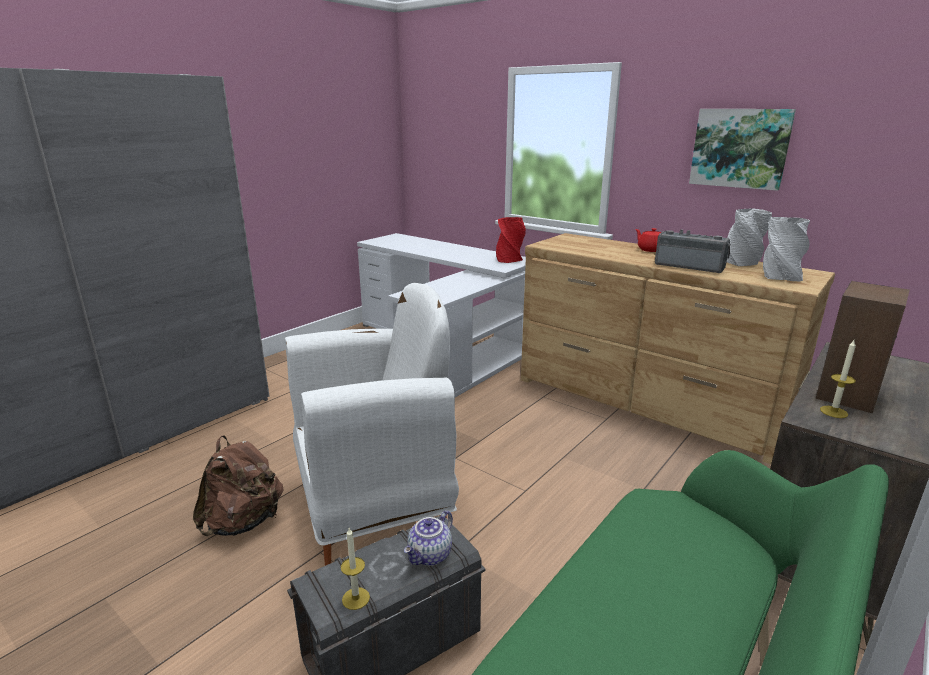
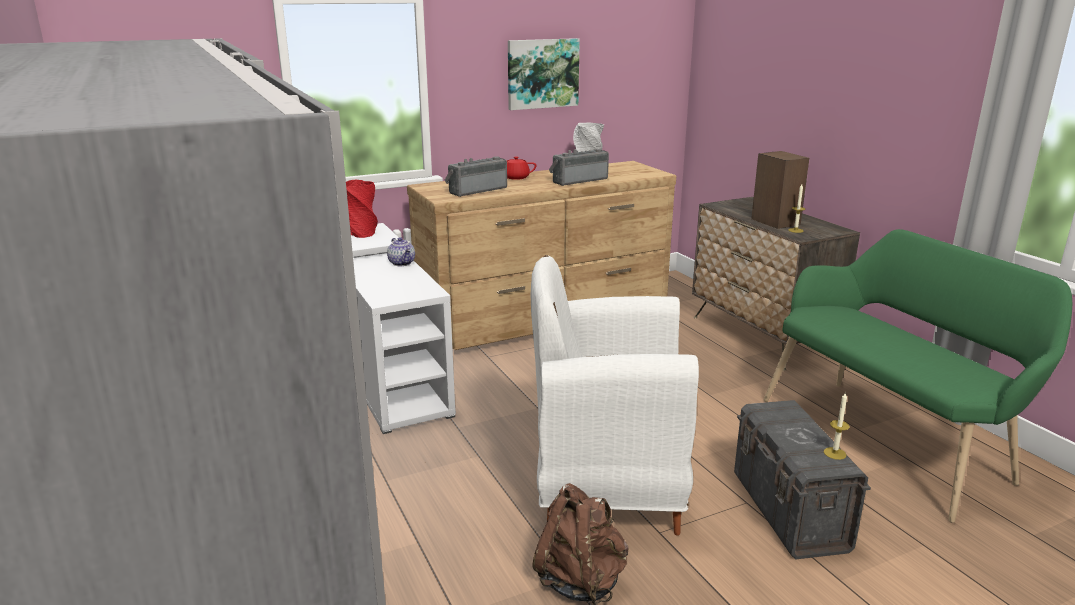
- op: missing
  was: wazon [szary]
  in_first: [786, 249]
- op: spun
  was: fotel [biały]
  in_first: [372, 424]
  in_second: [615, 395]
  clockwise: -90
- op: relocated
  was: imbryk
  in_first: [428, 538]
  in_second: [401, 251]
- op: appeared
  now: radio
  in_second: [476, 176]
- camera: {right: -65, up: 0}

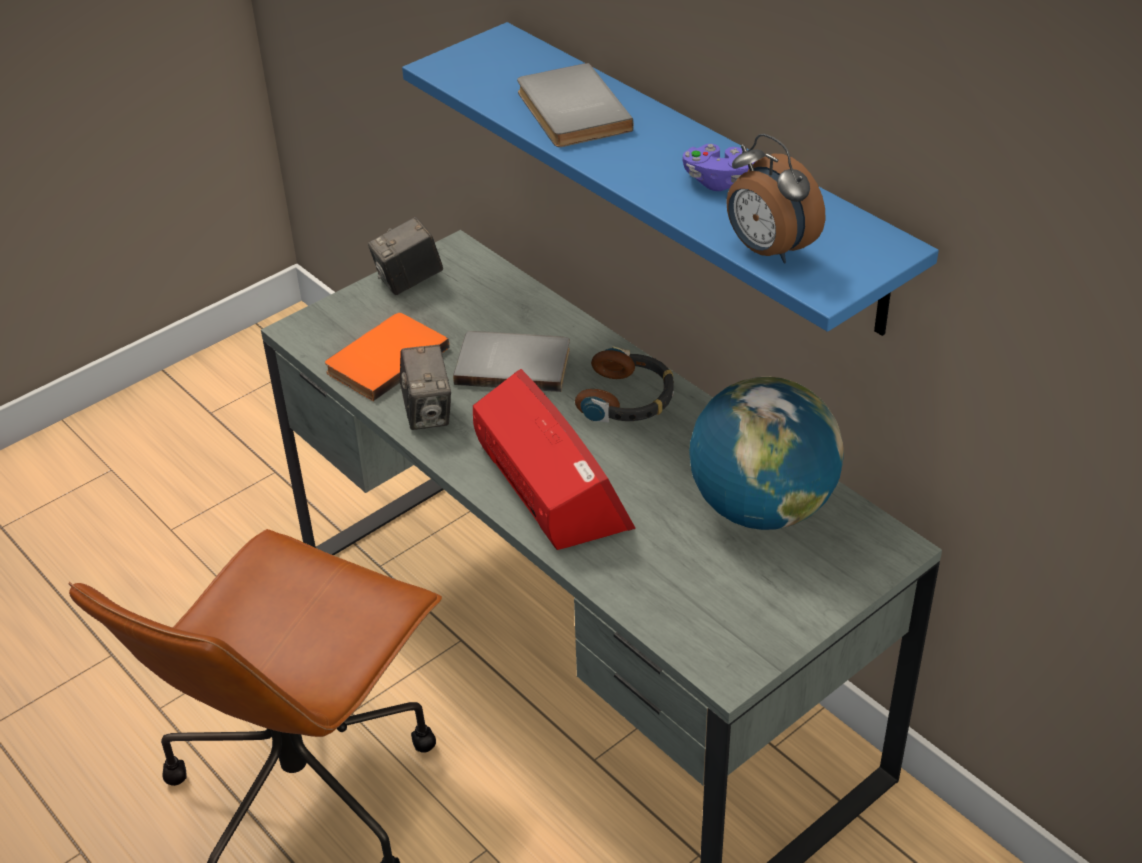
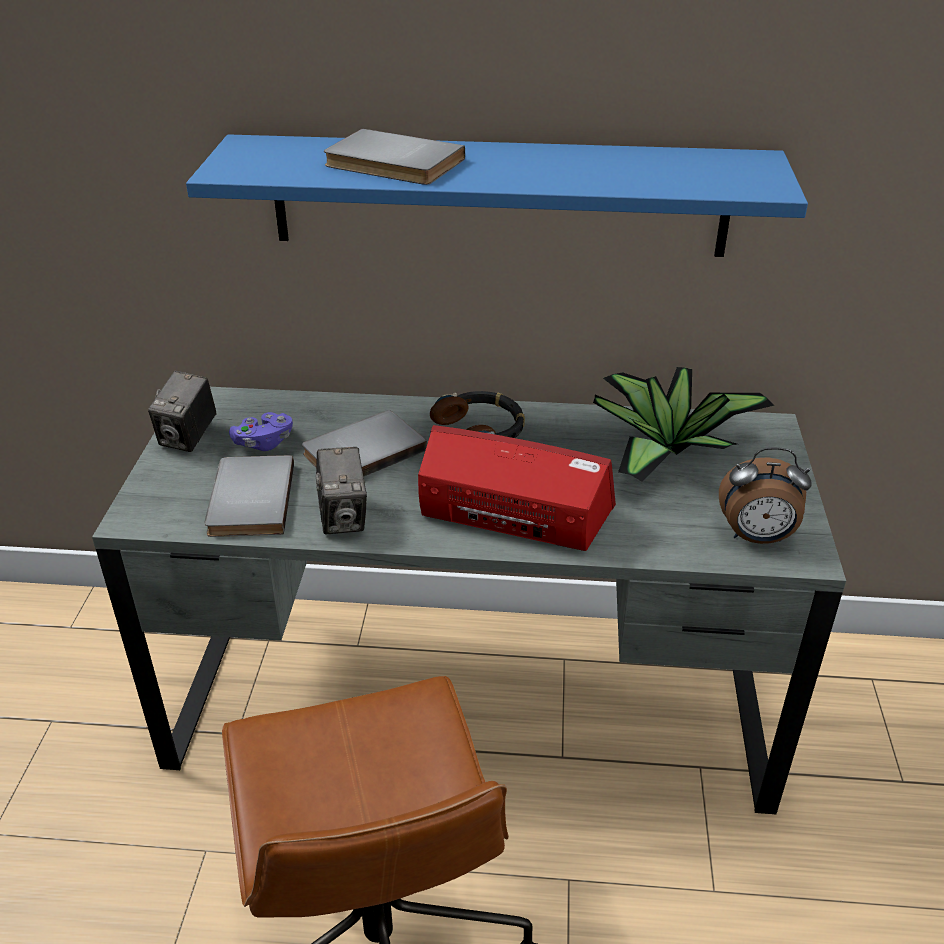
- op: relocated
  was: budzik
  in_first: [775, 199]
  in_second: [765, 495]
- op: relocated
  was: pad do gier [fioletowy]
  in_first: [719, 167]
  in_second: [261, 431]
- op: colour
  was: książka [pomarańczowy]
  now: książka [szary]
  in_first: [387, 357]
  in_second: [249, 496]
- op: spun
  was: aparat fotograficzny
  in_first: [425, 387]
  in_second: [341, 490]
  clockwise: 45
- op: exchanged
  was: globus
  now: roślina doniczkowa
  in_first: [766, 453]
  in_second: [683, 424]
- camera: {right: -45, up: -5}

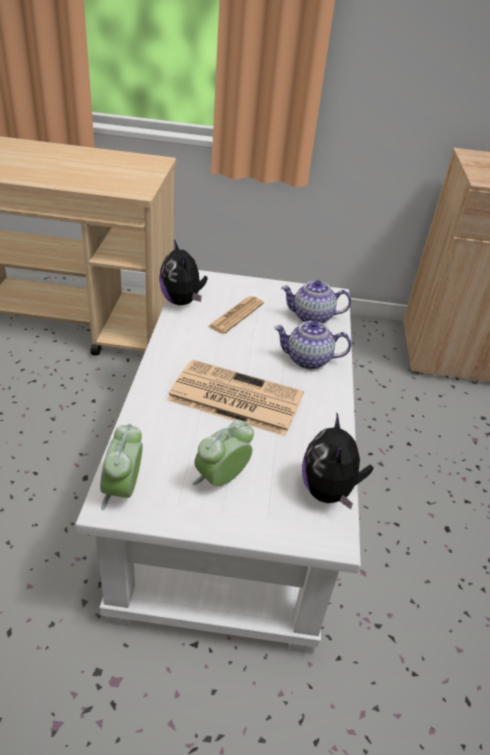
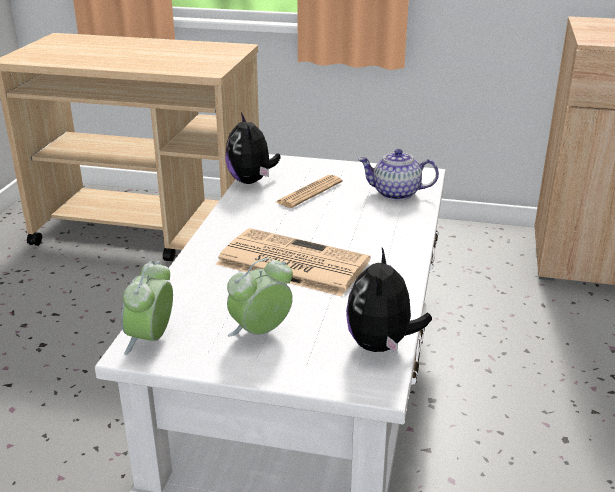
- op: missing
  was: imbryk
  in_first: [312, 345]
- camera: {right: 10, up: -10}

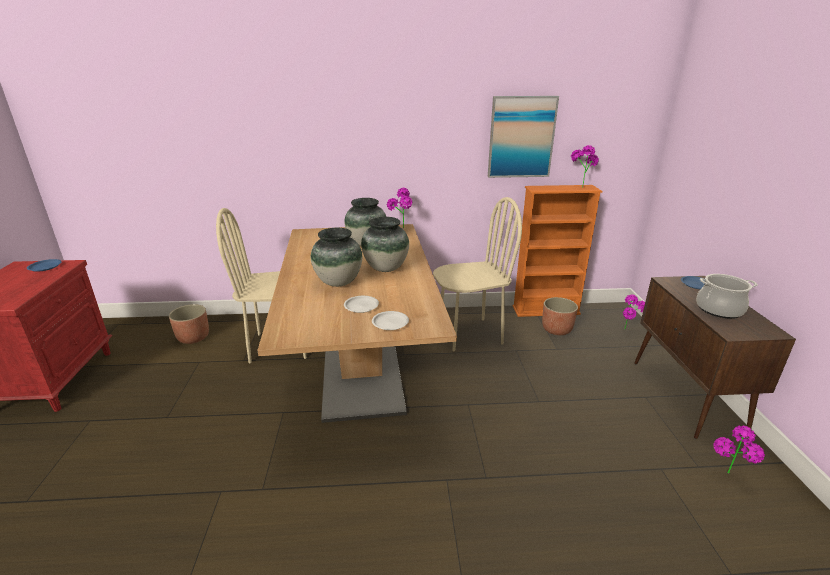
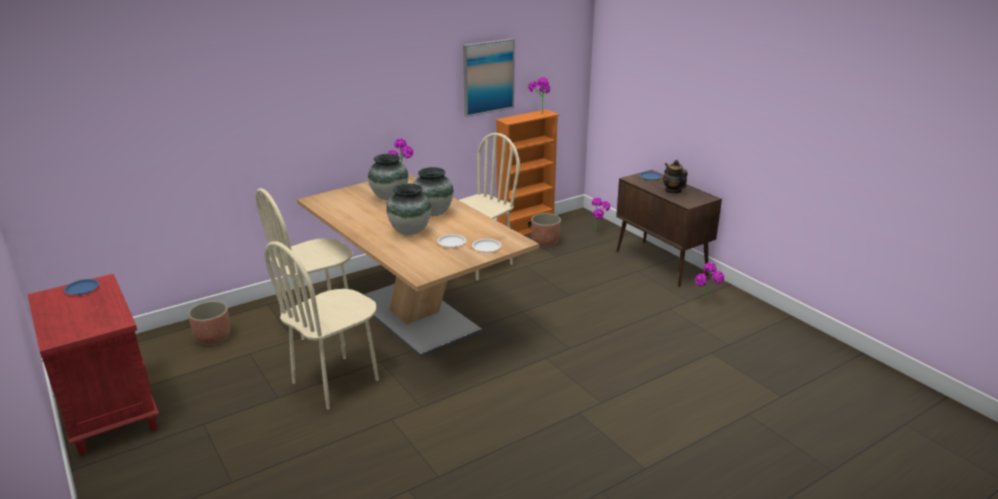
- op: exchanged
  was: garnek
  now: imbryk
  in_first: [727, 296]
  in_second: [675, 177]
- op: appeared
  now: krzesło [beżowy]
  in_second: [322, 325]
- camera: {right: -30, up: 0}

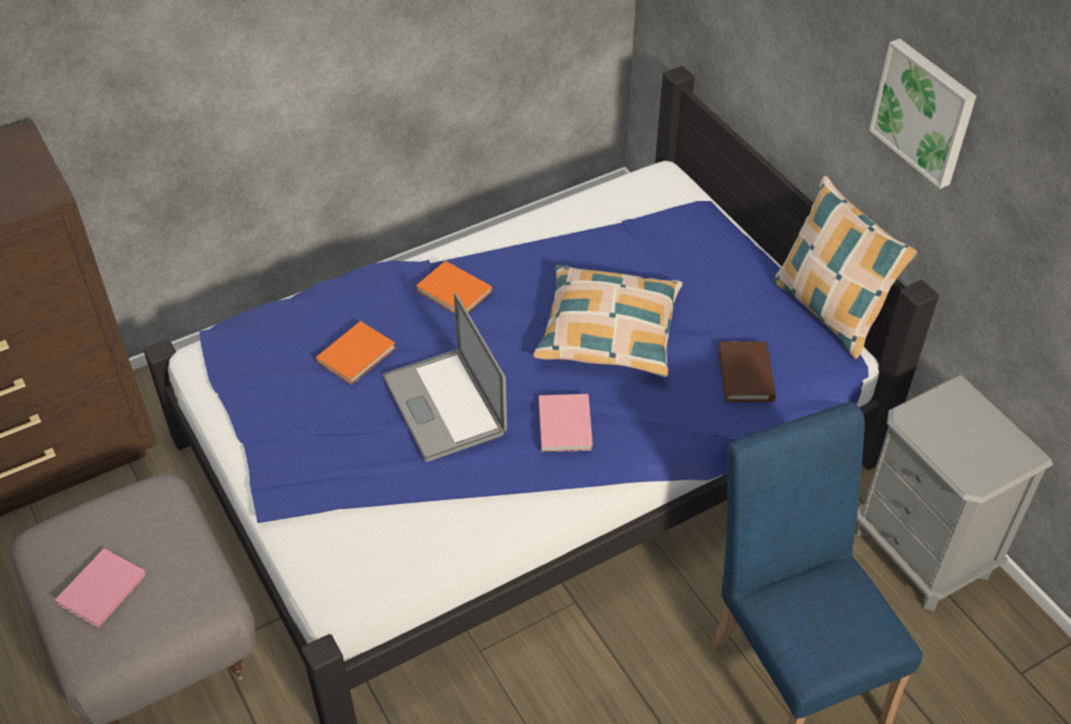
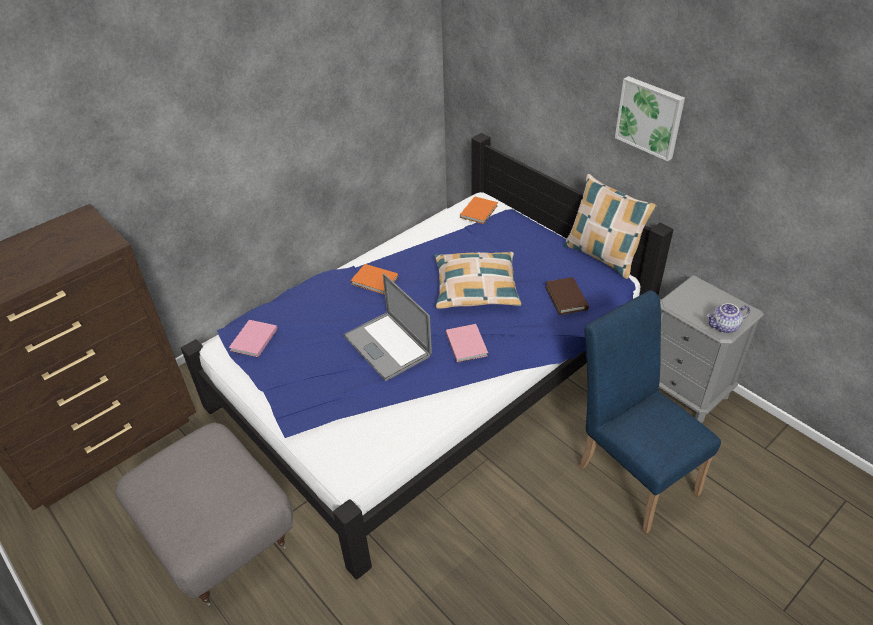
- op: relocated
  was: książka [pomarańczowy]
  in_first: [356, 353]
  in_second: [479, 210]
- op: relocated
  was: książka [różowy]
  in_first: [100, 588]
  in_second: [253, 338]
- op: appeared
  now: imbryk
  in_second: [728, 318]
- camera: {right: -10, up: -5}

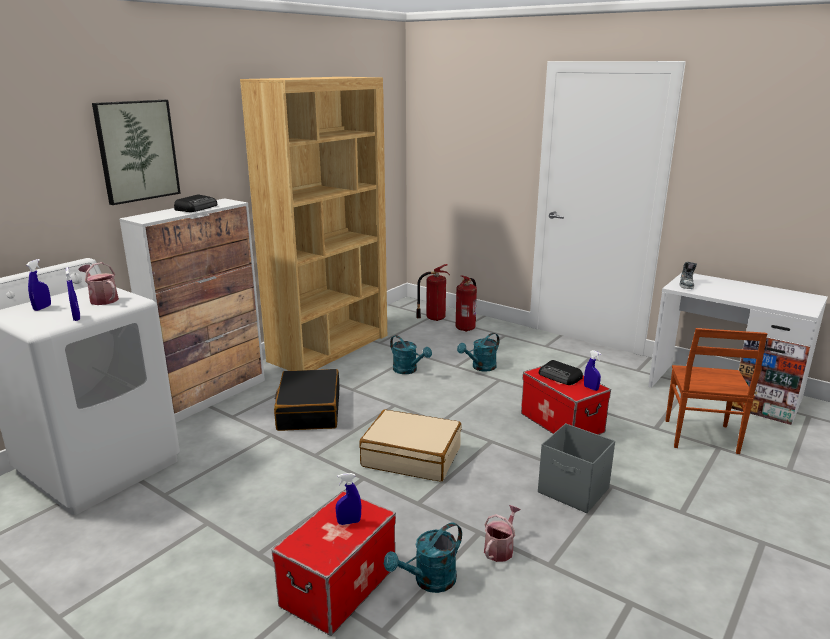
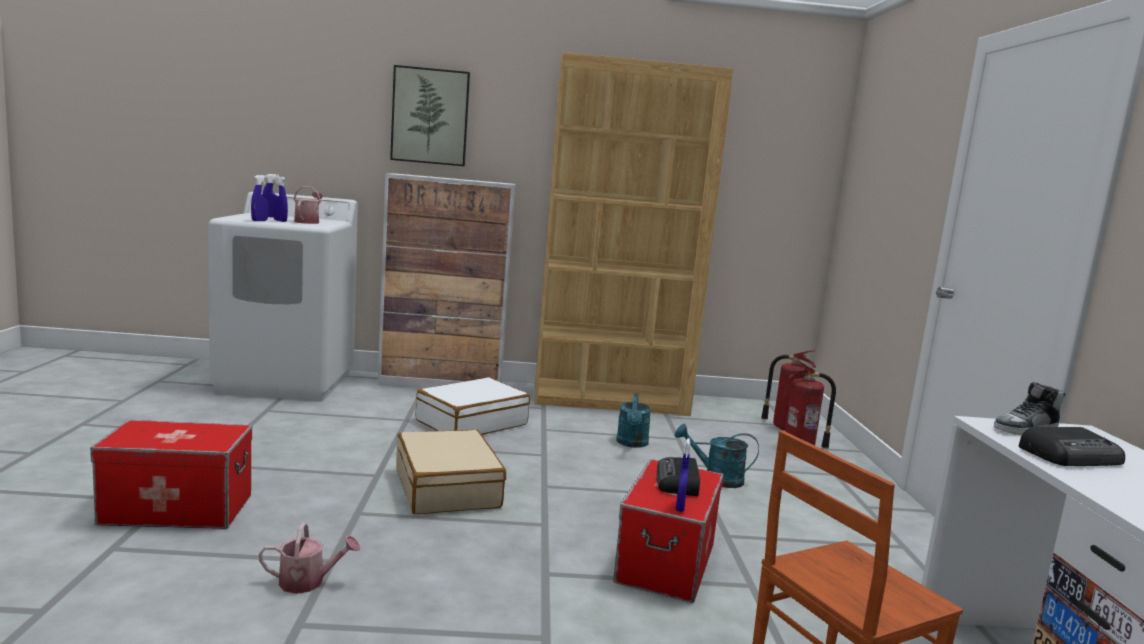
- op: relocated
  was: radio
  in_first: [196, 203]
  in_second: [1072, 446]
- op: colour
  was: walizka [czarny]
  now: walizka [biały]
  in_first: [306, 400]
  in_second: [473, 406]
- op: missing
  was: pojemnik do przechowywania [szary]
  in_first: [576, 468]
- op: relocated
  was: spryskiwacz [niebieski]
  in_first: [348, 499]
  in_second: [280, 199]
- op: missing
  was: konewka [turkusowy]
  in_first: [423, 557]
- camera: {right: 50, up: -10}

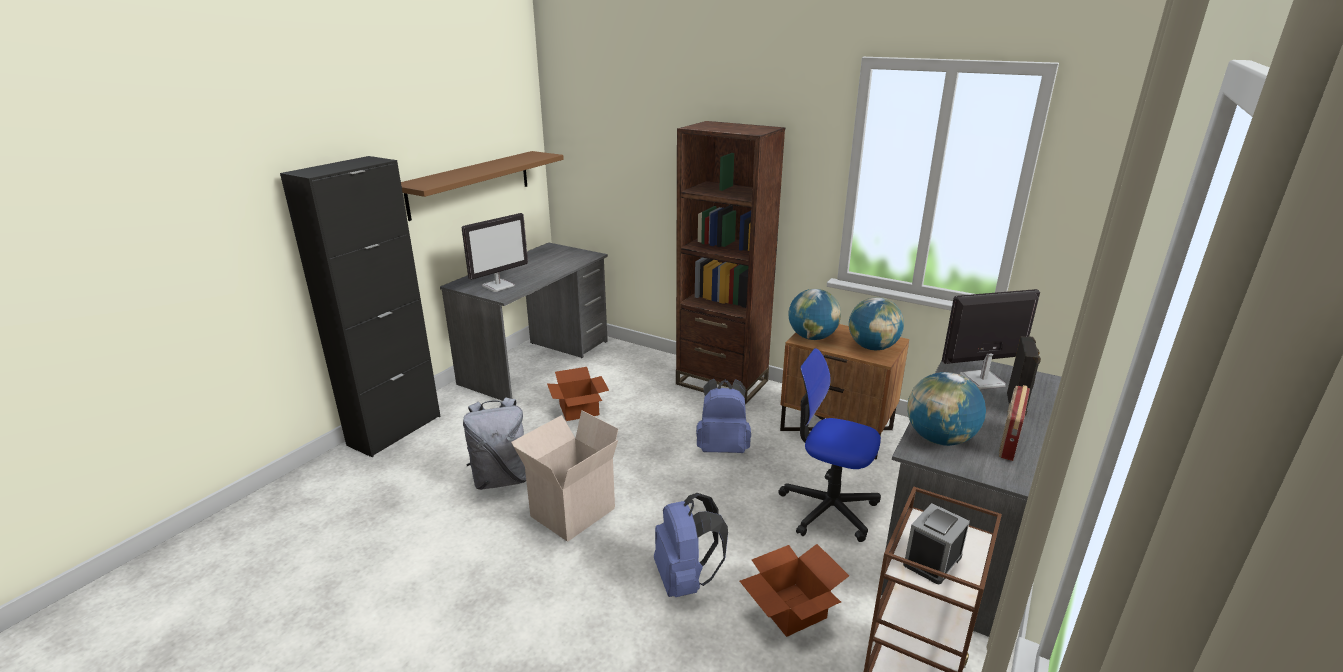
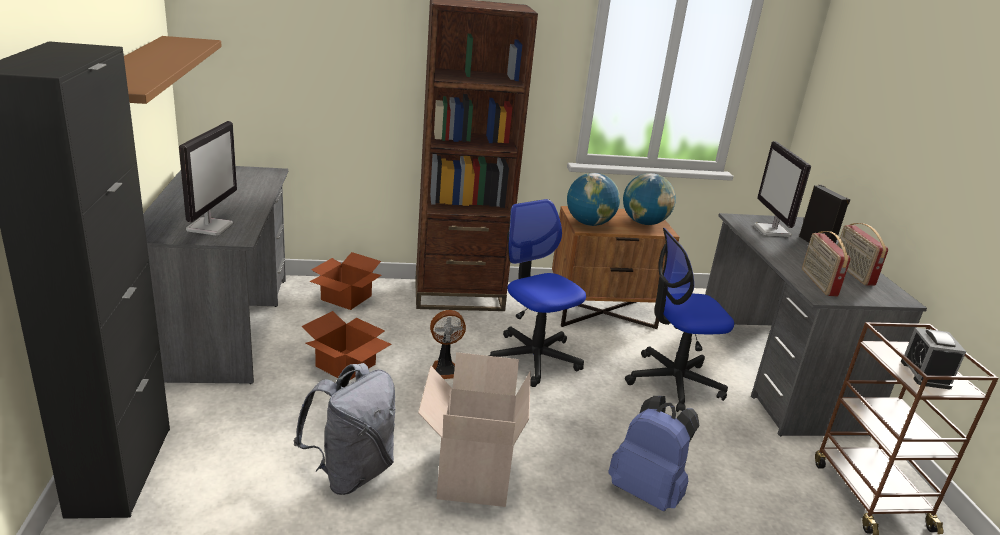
- op: spun
  was: monitor
  in_first: [991, 339]
  in_second: [782, 189]
  clockwise: -45
- op: exchanged
  was: globus
  now: radio
  in_first: [946, 409]
  in_second: [826, 263]
- op: exchanged
  was: plecak [niebieski]
  now: krzesło biurowe
  in_first: [723, 416]
  in_second: [536, 293]
- op: relocated
  was: karton
  in_first: [794, 590]
  in_second: [345, 281]
- op: appeared
  now: wentylator
  in_second: [448, 344]
- camera: {right: -40, up: 0}

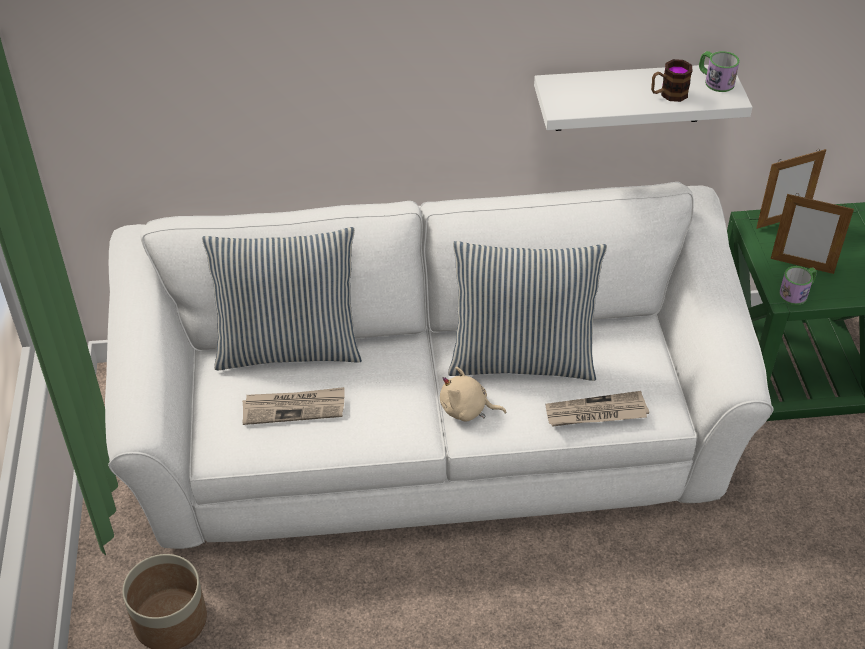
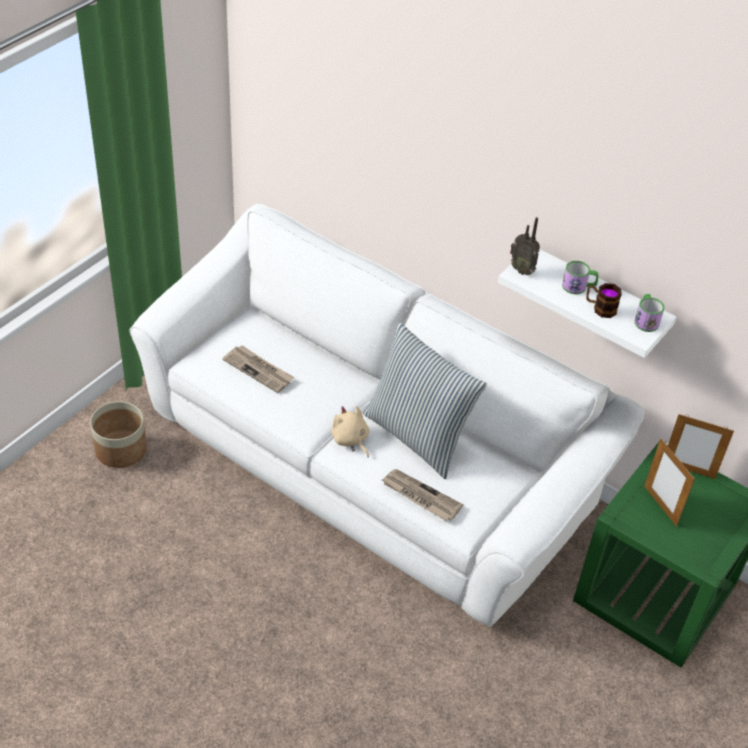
- op: missing
  was: poduszka
  in_first: [282, 298]
- op: relocated
  was: kubek
  in_first: [798, 285]
  in_second: [580, 277]
- op: appeared
  now: radio
  in_second: [525, 246]
- camera: {right: 40, up: 0}

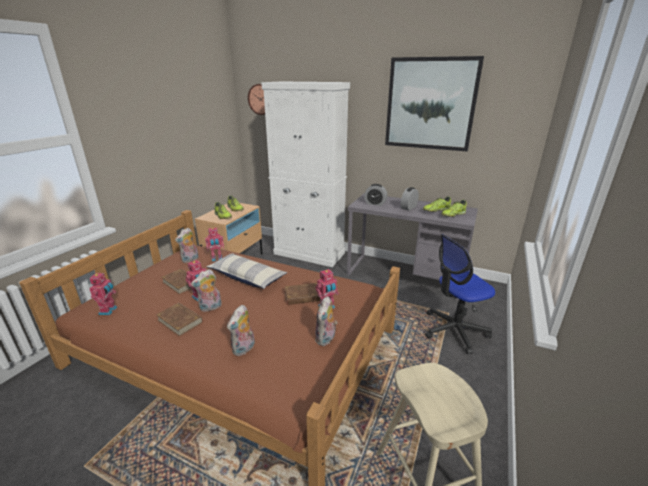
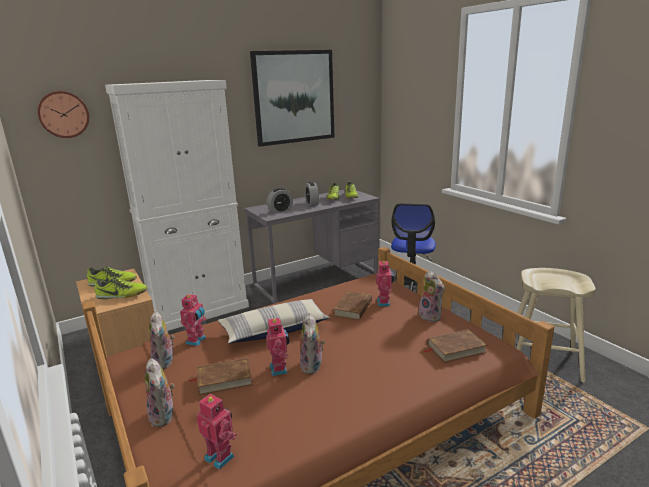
- op: relocated
  was: książka [brązowy]
  in_first: [179, 319]
  in_second: [455, 346]
- op: relocated
  was: pluszak
  in_first: [241, 330]
  in_second: [160, 392]
- camera: {right: -55, up: -5}

